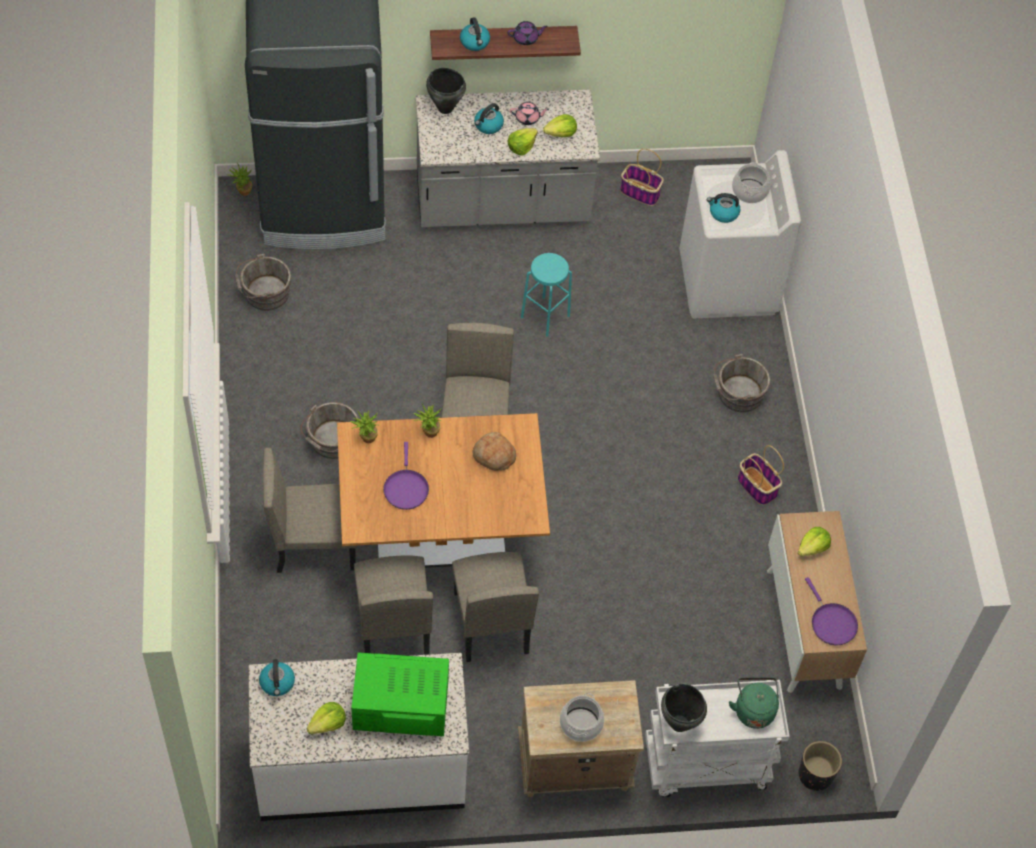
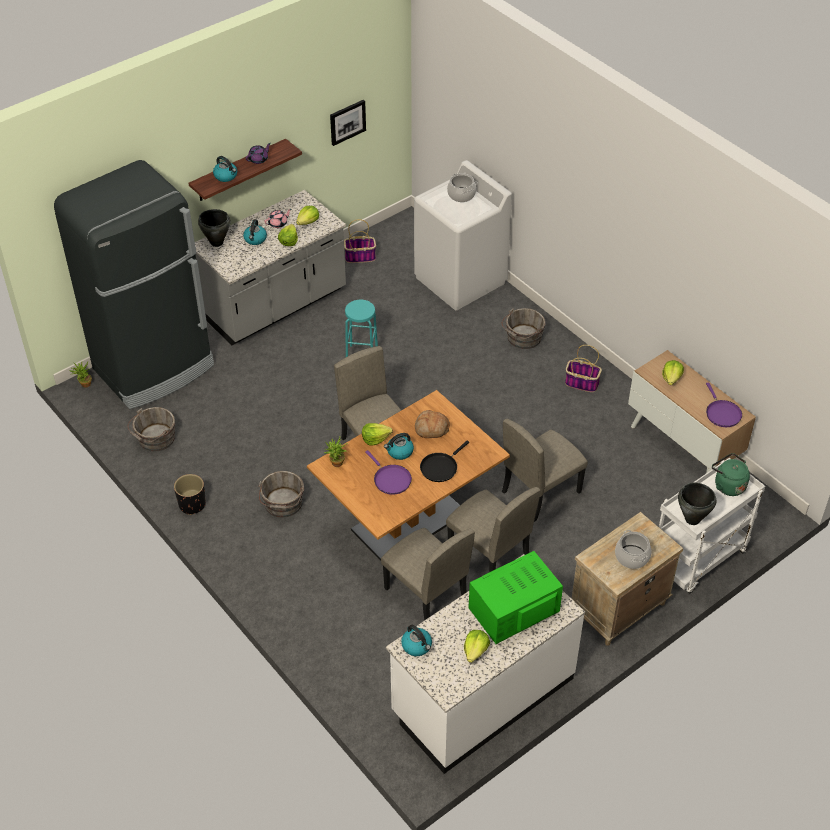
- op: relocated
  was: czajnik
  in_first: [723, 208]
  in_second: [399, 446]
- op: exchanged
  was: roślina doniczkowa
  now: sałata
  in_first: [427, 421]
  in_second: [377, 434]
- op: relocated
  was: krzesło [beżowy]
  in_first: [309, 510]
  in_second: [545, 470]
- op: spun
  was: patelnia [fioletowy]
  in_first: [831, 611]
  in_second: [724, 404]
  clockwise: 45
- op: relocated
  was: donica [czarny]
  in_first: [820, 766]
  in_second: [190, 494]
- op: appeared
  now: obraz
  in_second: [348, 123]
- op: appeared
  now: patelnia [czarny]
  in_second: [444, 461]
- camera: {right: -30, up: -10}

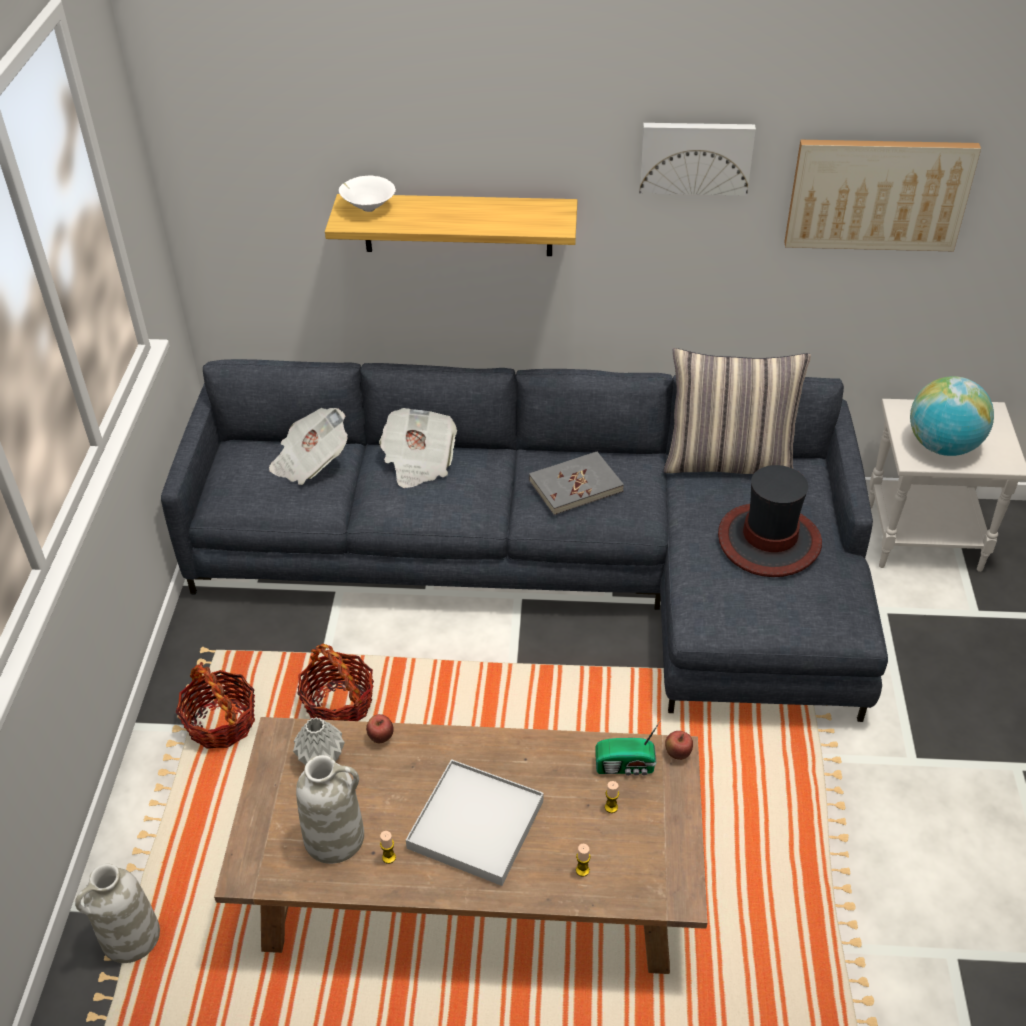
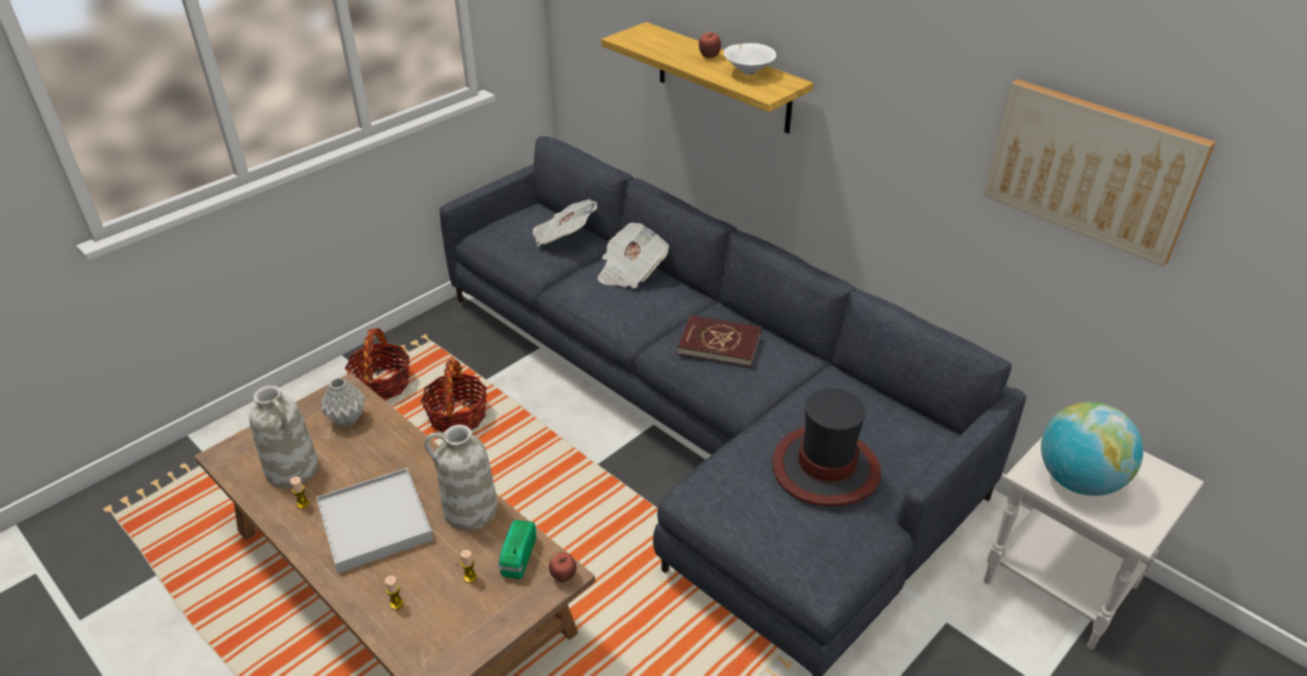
- op: missing
  was: obraz
  in_first: [697, 159]
- op: relocated
  was: miska [biały]
  in_first: [367, 194]
  in_second: [750, 59]
- op: missing
  was: poduszka
  in_first: [737, 411]
- op: colour
  was: książka [szary]
  now: książka [czerwony]
  in_first: [576, 483]
  in_second: [719, 341]
- op: relocated
  was: jabłko
  in_first: [380, 728]
  in_second: [710, 45]
- op: spun
  was: radio
  in_first: [628, 749]
  in_second: [517, 549]
  clockwise: 60
- op: relocated
  was: wazon [biały]
  in_first: [117, 913]
  in_second: [461, 477]
- camera: {right: 40, up: -5}

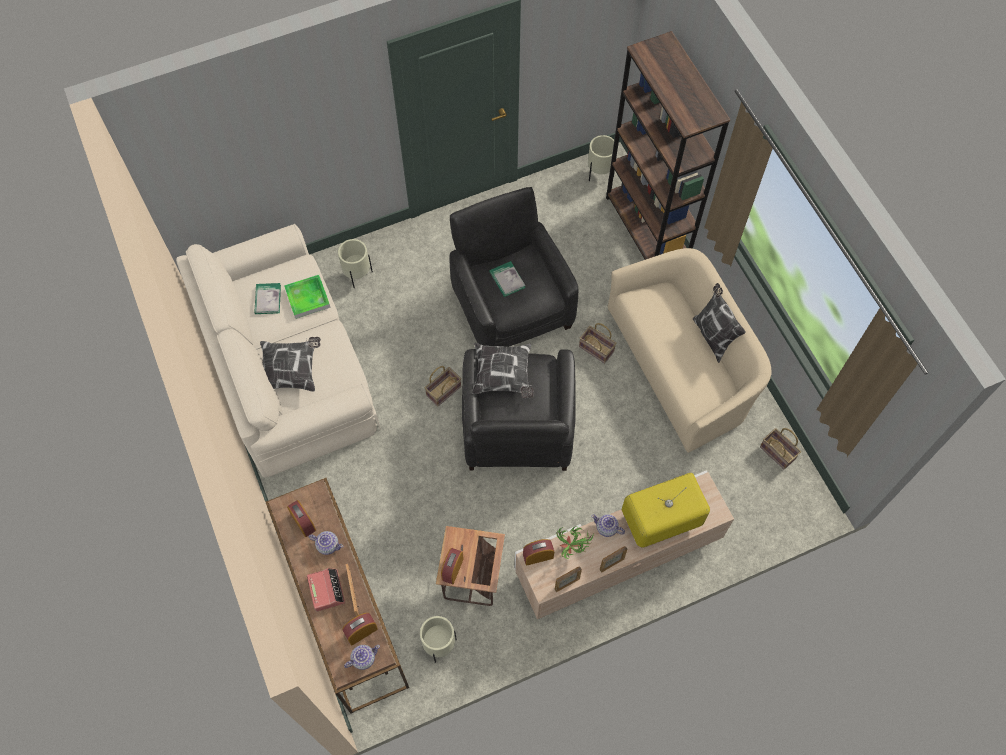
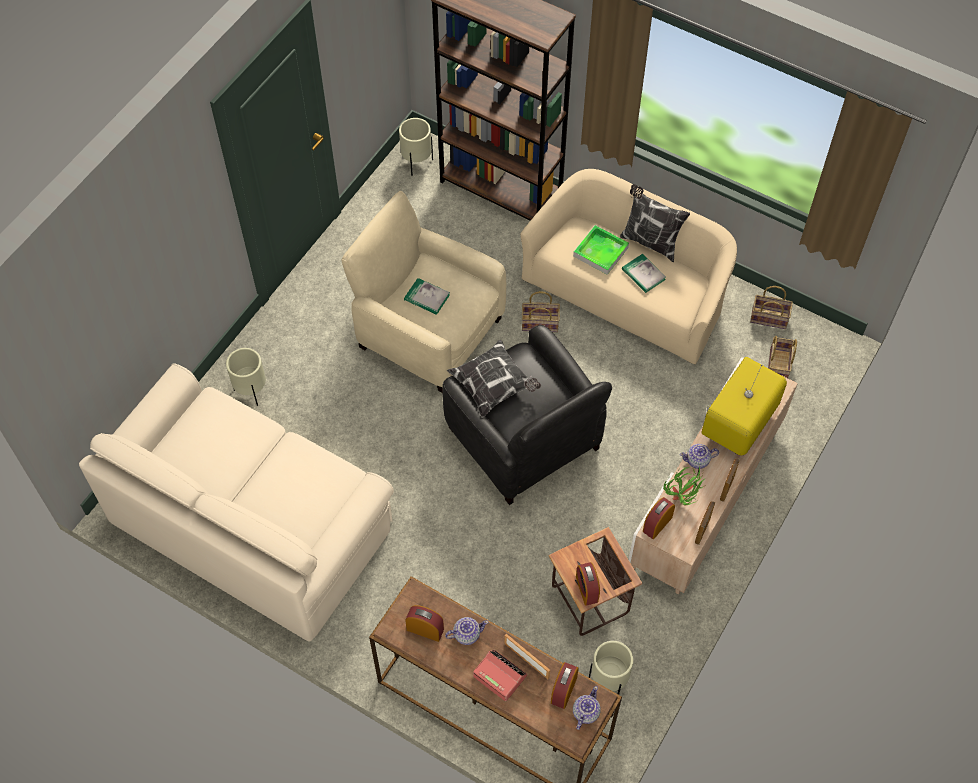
- op: colour
  was: fotel [czarny]
  now: fotel [beżowy]
  in_first: [514, 267]
  in_second: [423, 292]
- op: relocated
  was: taca
  in_first: [307, 297]
  in_second: [601, 250]
- op: relocated
  was: książka
  in_first: [267, 298]
  in_second: [644, 273]
- op: missing
  was: poduszka
  in_first: [290, 364]
- op: relocated
  was: koszyk
  in_first: [442, 386]
  in_second: [782, 357]
- camera: {right: -35, up: -5}

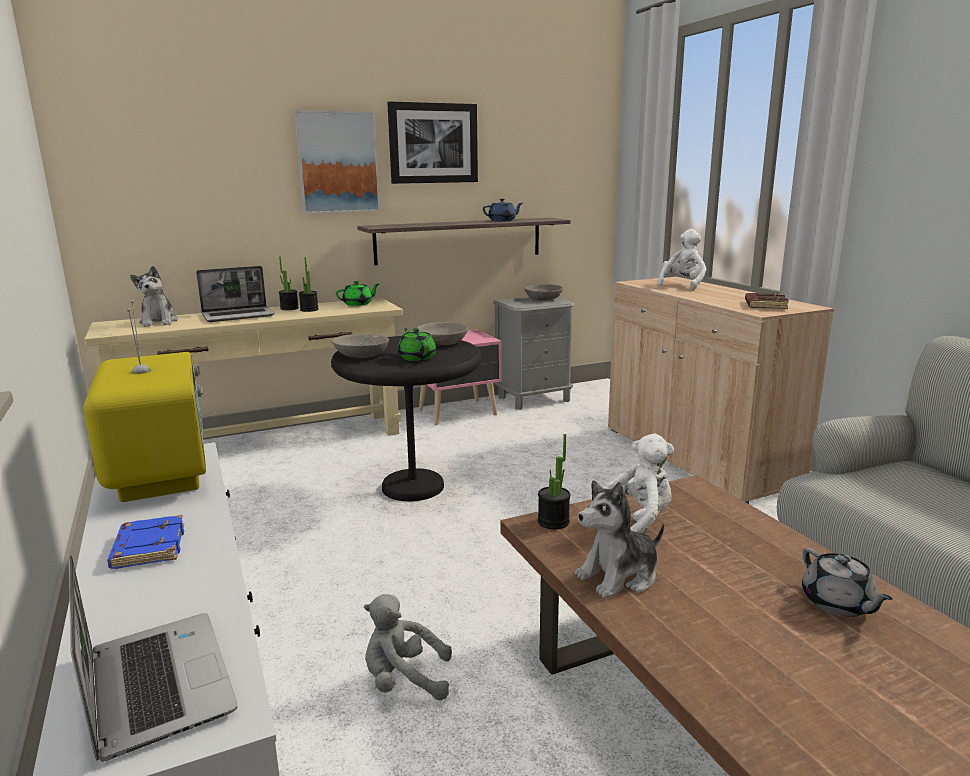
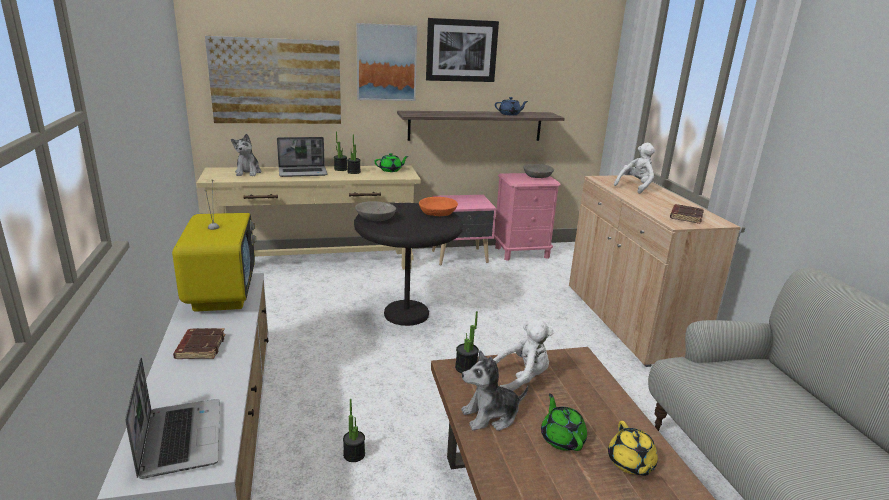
- op: colour
  was: szafka nocna [szary]
  now: szafka nocna [różowy]
  in_first: [534, 353]
  in_second: [527, 217]
- op: colour
  was: miska [szary]
  now: miska [pomarańczowy]
  in_first: [442, 333]
  in_second: [438, 206]
- op: relocated
  was: imbryk [zielony]
  in_first: [417, 344]
  in_second: [564, 422]
- op: colour
  was: książka [niebieski]
  now: książka [brązowy]
  in_first: [145, 542]
  in_second: [199, 343]
- op: colour
  was: imbryk [szary]
  now: imbryk [żółty]
  in_first: [847, 582]
  in_second: [633, 448]
- op: exchanged
  was: pluszak [szary]
  now: roślina doniczkowa
  in_first: [408, 647]
  in_second: [354, 430]
- op: appeared
  now: obraz
  in_second: [273, 80]
- camera: {right: 10, up: 5}

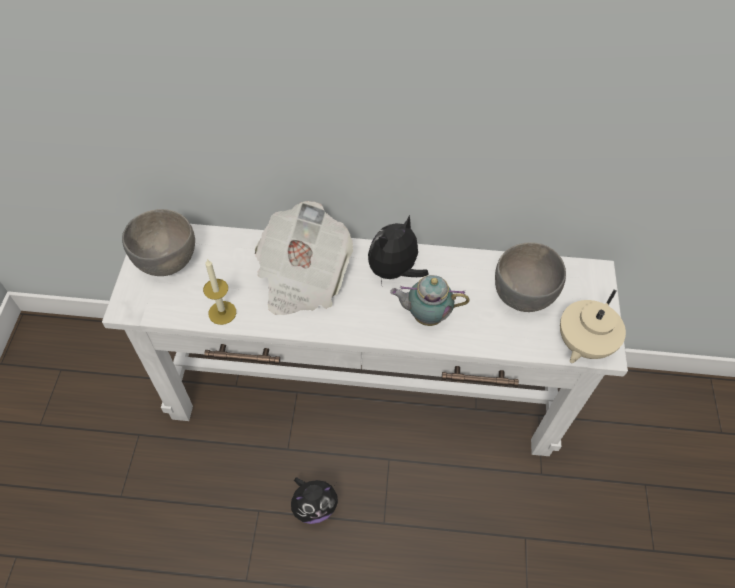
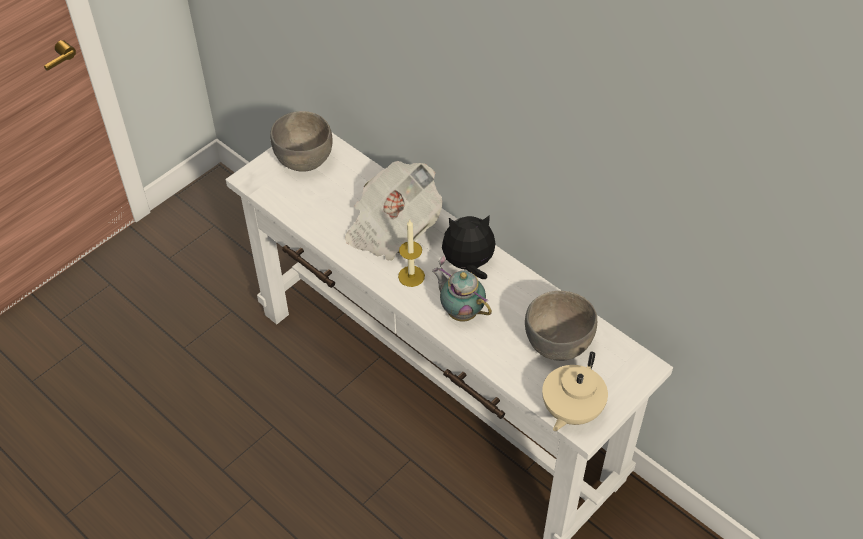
- op: relocated
  was: świeca
  in_first: [219, 292]
  in_second: [411, 253]
- op: spun
  was: imbryk [beżowy]
  in_first: [593, 326]
  in_second: [575, 391]
  clockwise: -45
- op: missing
  was: pluszak
  in_first: [314, 500]
- camera: {right: 40, up: -5}

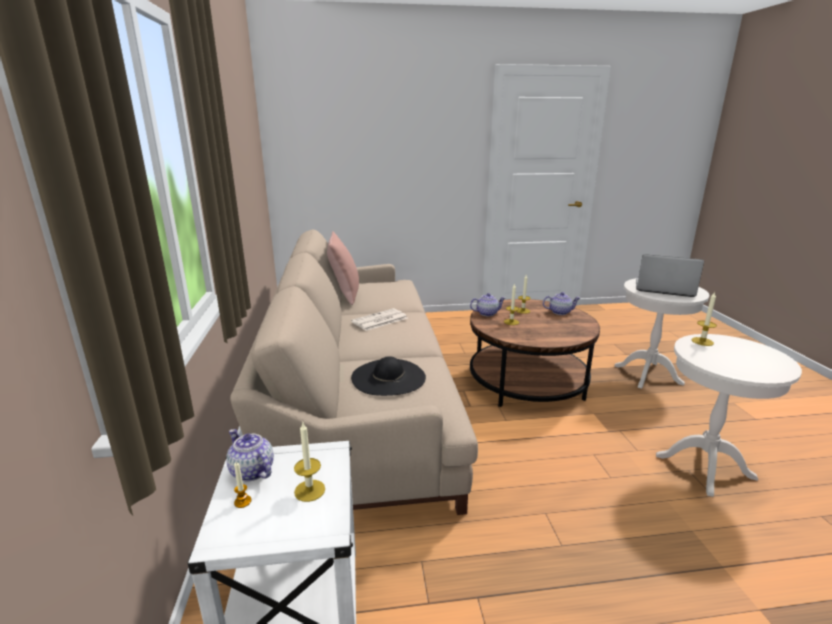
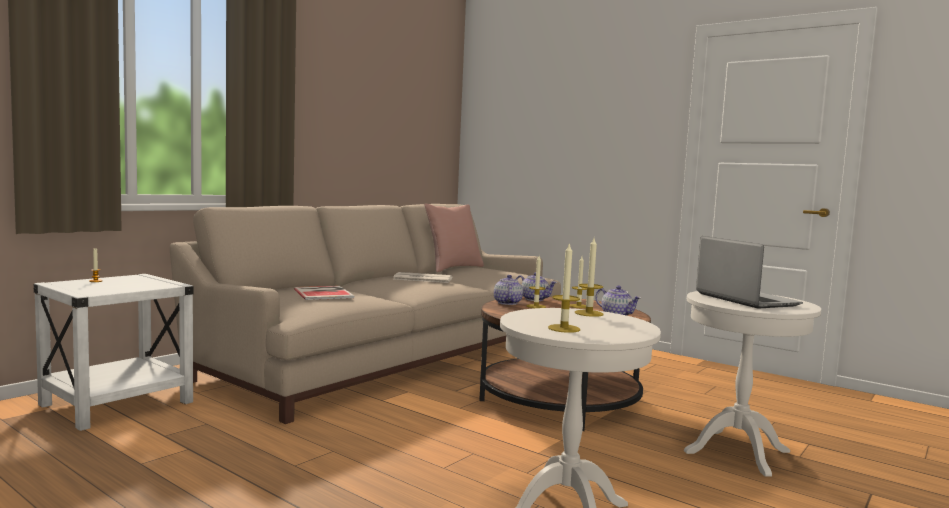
- op: exchanged
  was: kapelusz [czarny]
  now: książka
  in_first: [388, 376]
  in_second: [324, 293]
- op: relocated
  was: świeca
  in_first: [309, 462]
  in_second: [564, 287]
- op: relocated
  was: imbryk
  in_first: [250, 455]
  in_second: [508, 290]
- camera: {right: 45, up: -15}

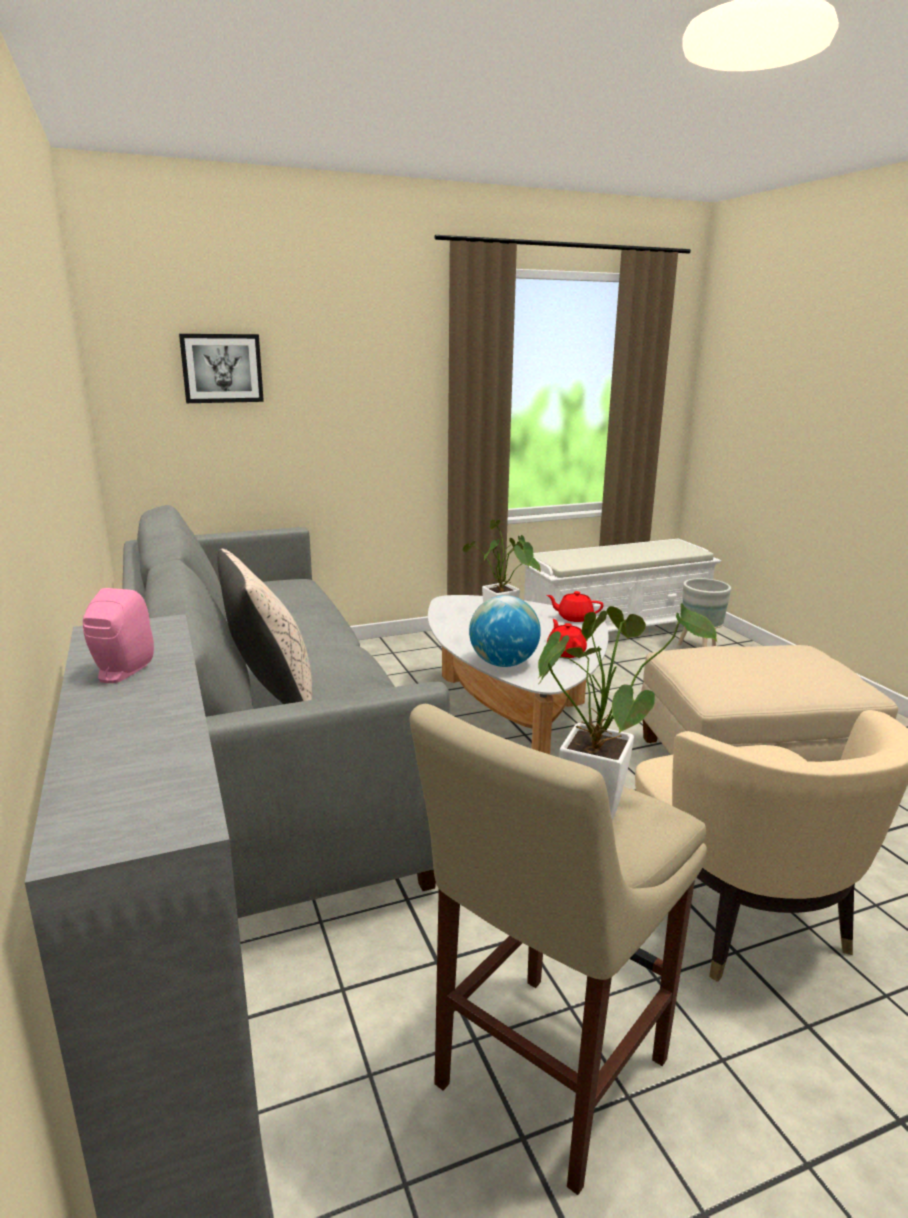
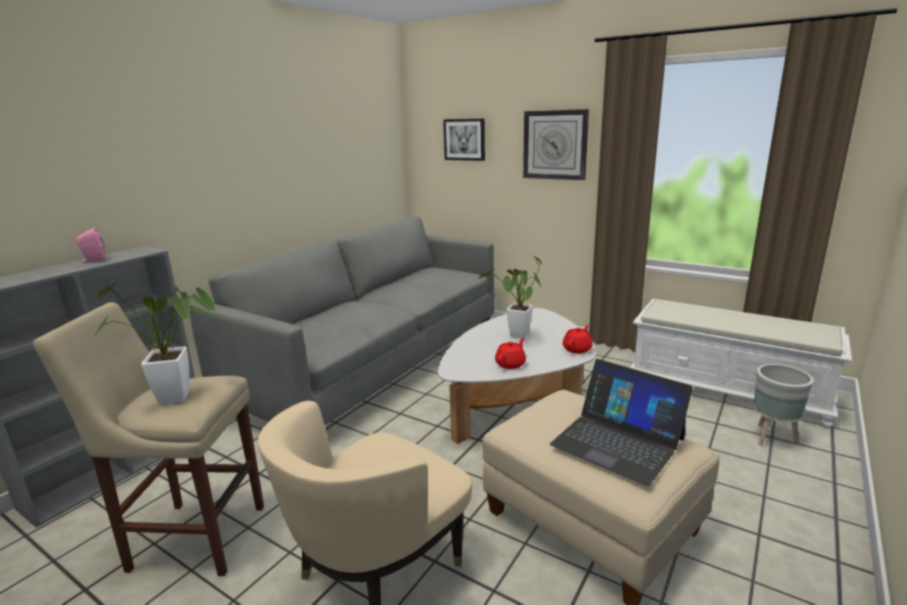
- op: missing
  was: poduszka [beżowy]
  in_first: [264, 626]
- op: spun
  was: imbryk [czerwony]
  in_first: [575, 606]
  in_second: [578, 339]
  clockwise: 60
- op: missing
  was: globus
  in_first: [505, 631]
- op: appeared
  now: zegar ścienny
  in_second: [556, 144]
- op: appeared
  now: laptop
  in_second: [621, 422]
- camera: {right: 55, up: 0}

